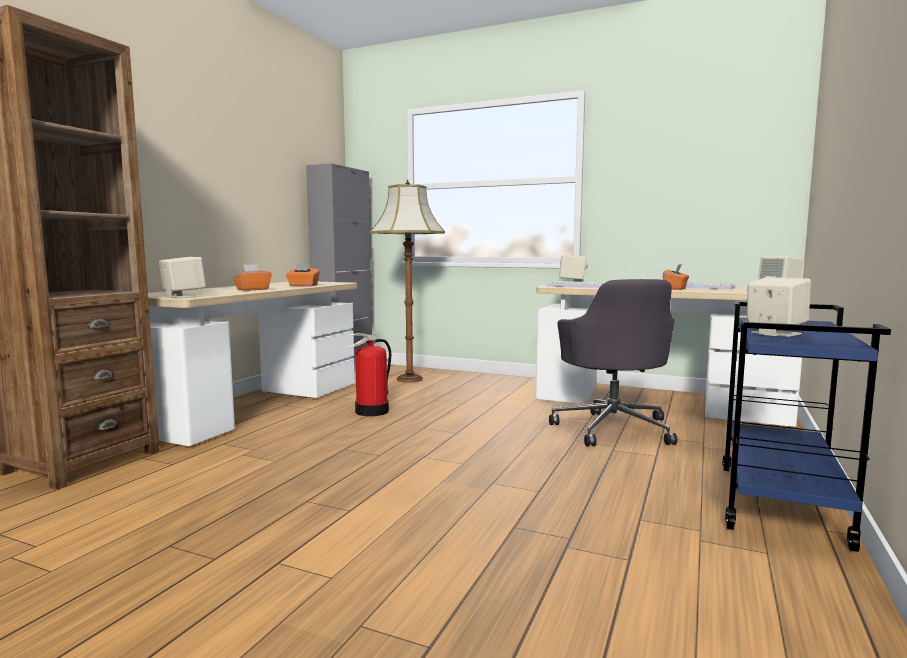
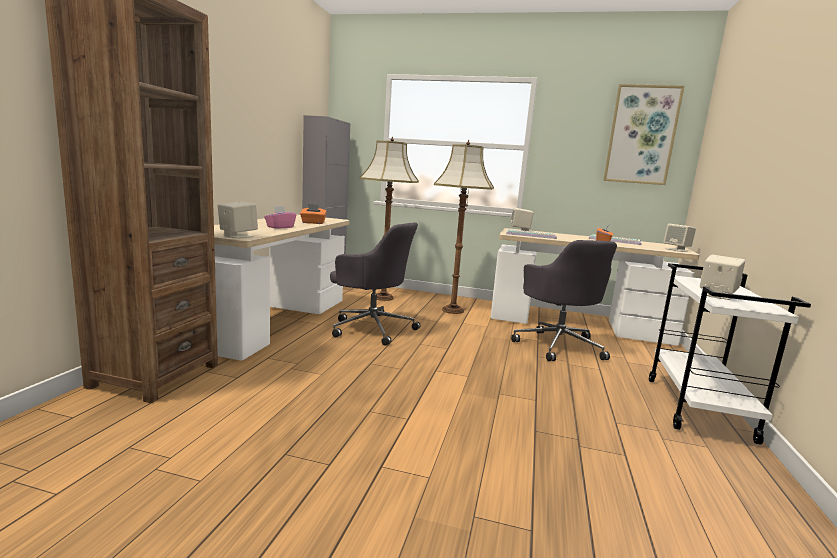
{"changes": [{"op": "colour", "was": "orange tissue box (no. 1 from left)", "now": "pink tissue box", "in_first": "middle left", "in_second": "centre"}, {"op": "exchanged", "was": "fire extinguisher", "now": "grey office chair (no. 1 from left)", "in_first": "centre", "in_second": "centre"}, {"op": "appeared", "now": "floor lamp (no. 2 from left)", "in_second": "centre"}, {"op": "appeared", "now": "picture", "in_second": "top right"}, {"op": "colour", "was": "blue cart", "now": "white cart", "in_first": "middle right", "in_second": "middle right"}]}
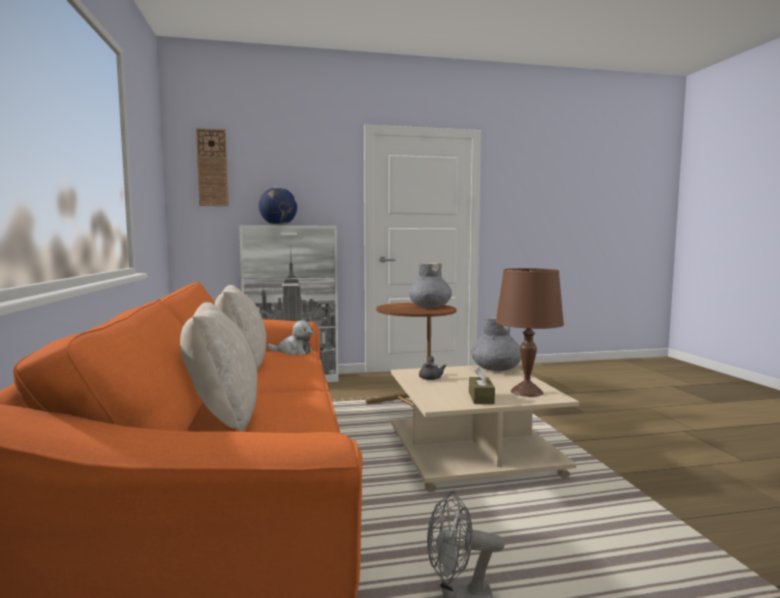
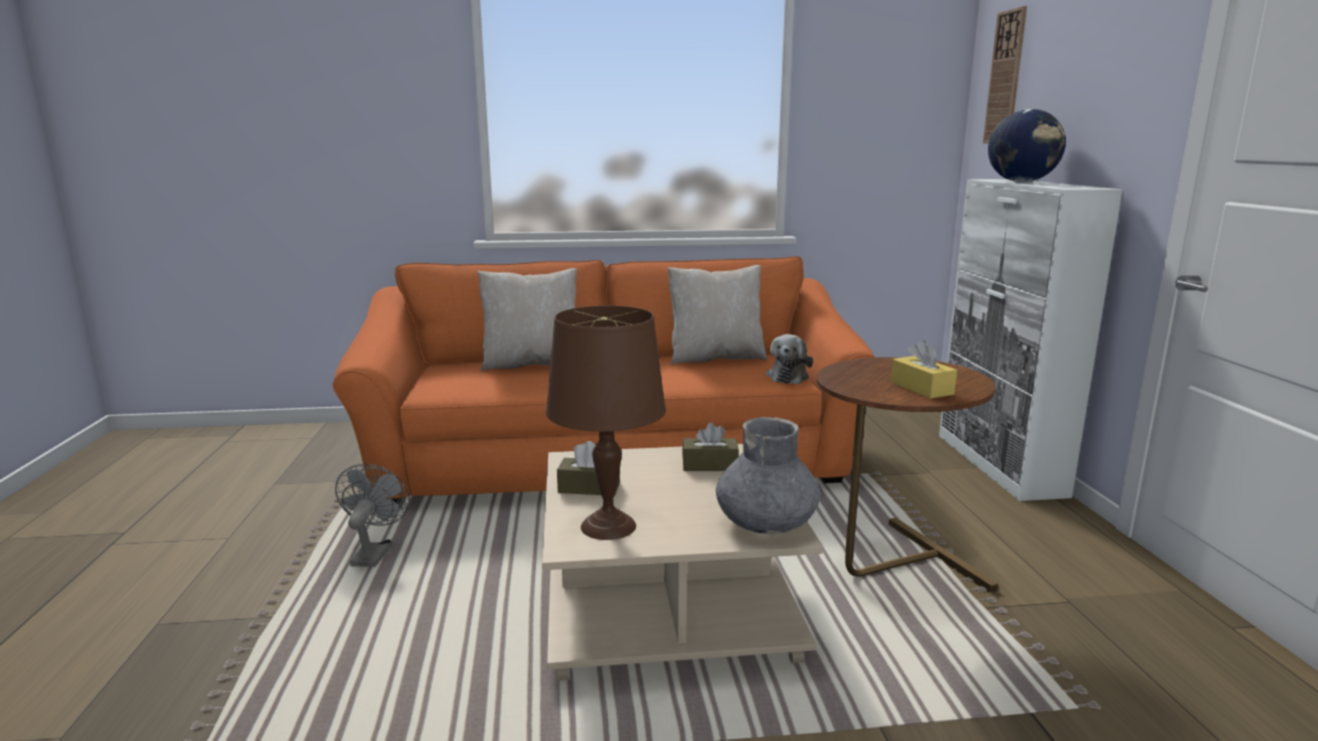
{"changes": [{"op": "exchanged", "was": "grey teapot", "now": "brown tissue box (no. 2 from left)", "in_first": "centre", "in_second": "centre"}, {"op": "exchanged", "was": "grey vase (no. 1 from left)", "now": "yellow tissue box", "in_first": "centre", "in_second": "middle right"}]}
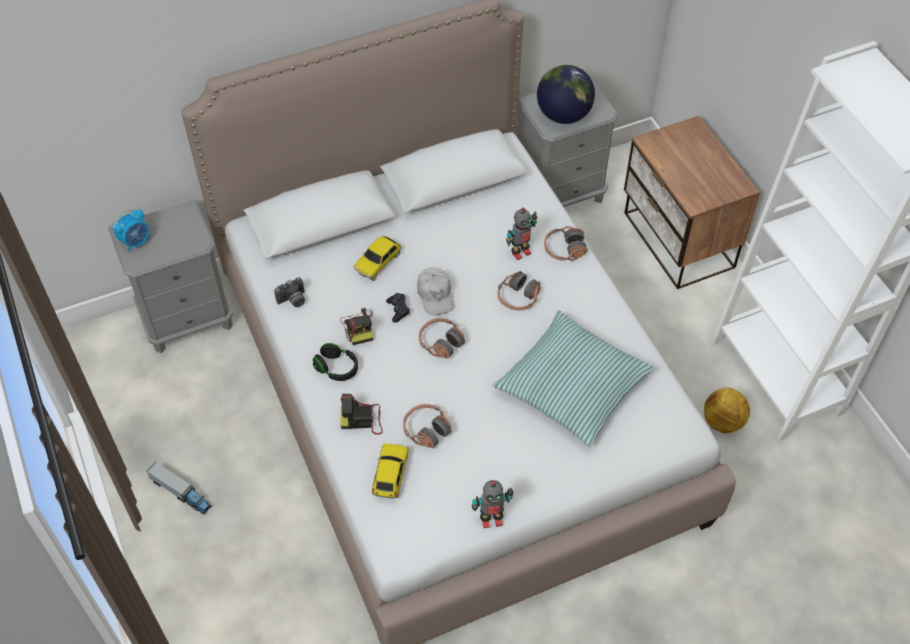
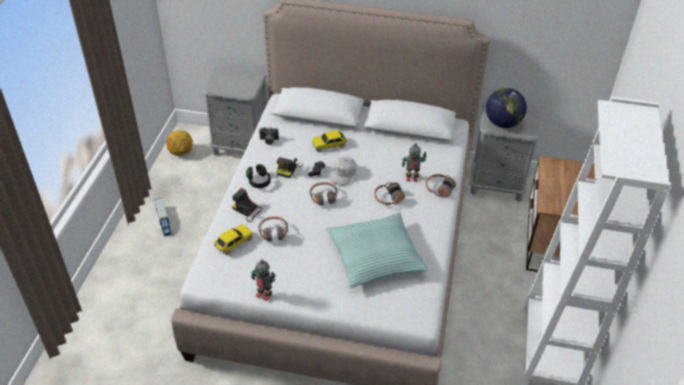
{"changes": [{"op": "relocated", "was": "football", "in_first": "middle right", "in_second": "middle left"}, {"op": "missing", "was": "alarm clock", "in_first": "middle left"}]}
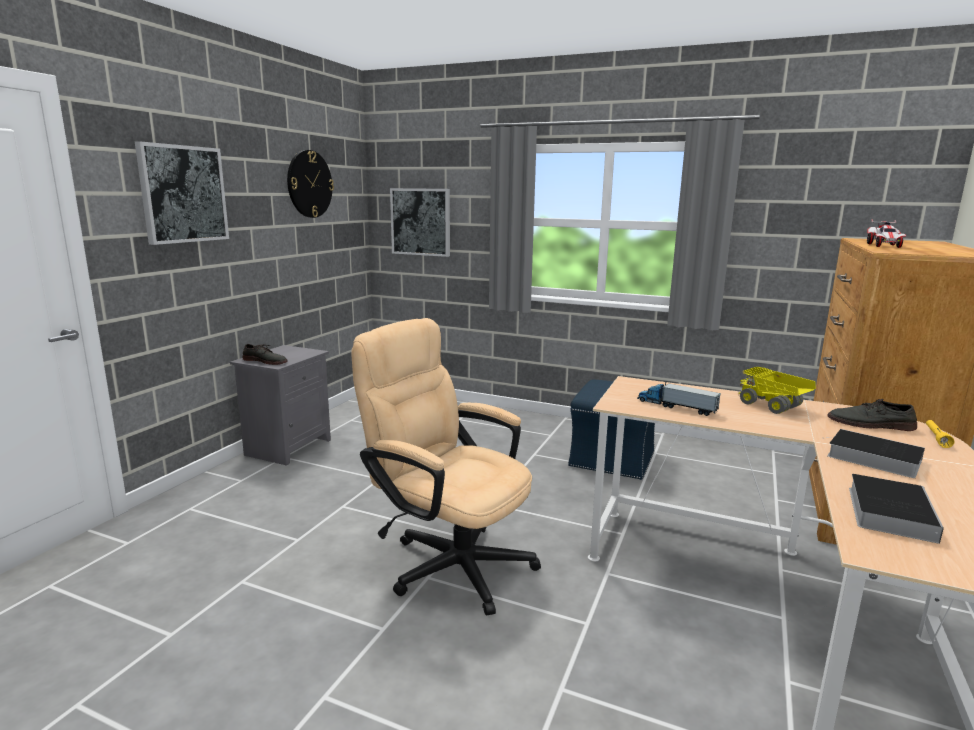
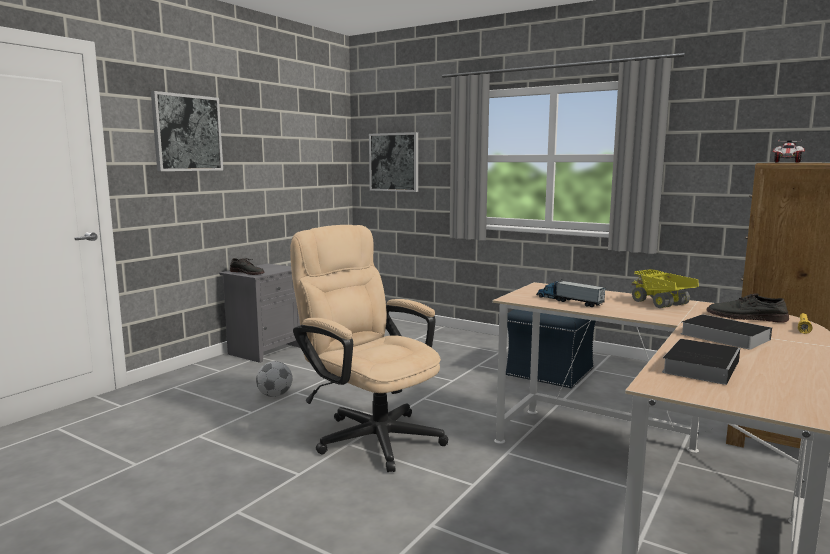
{"changes": [{"op": "appeared", "now": "football", "in_second": "bottom left"}, {"op": "missing", "was": "wall clock", "in_first": "top left"}]}
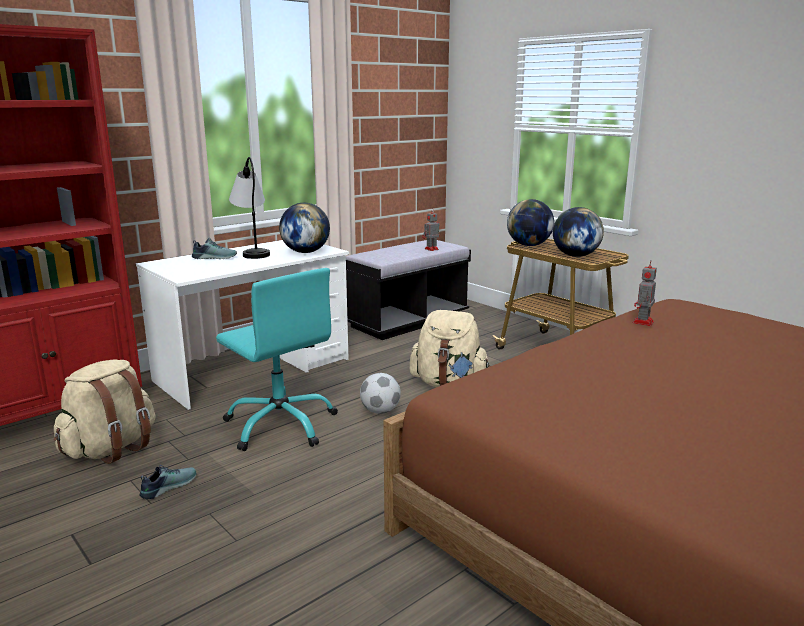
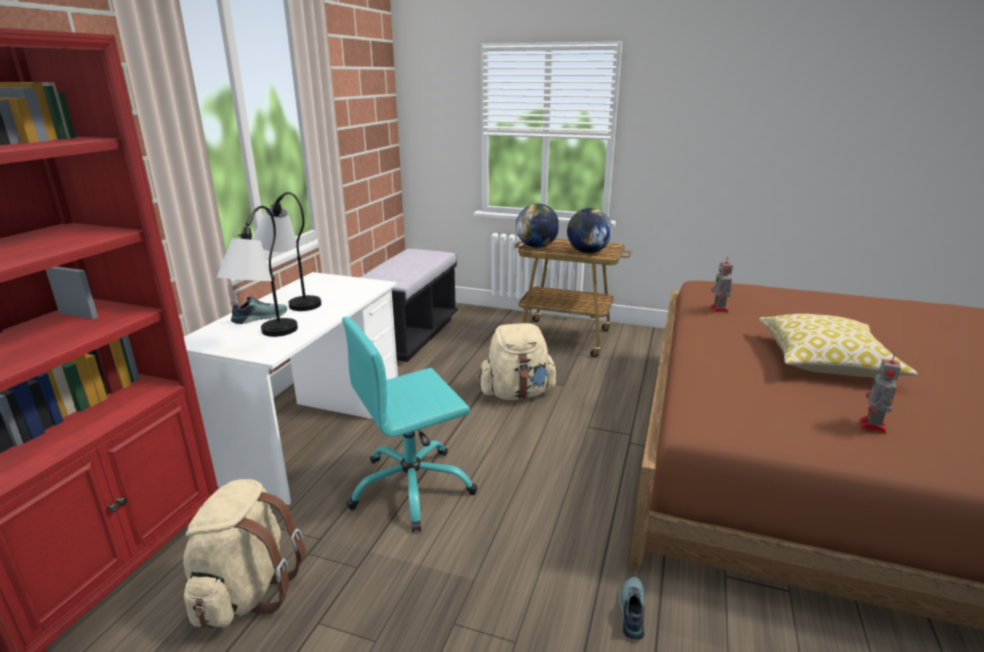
{"changes": [{"op": "appeared", "now": "table lamp (no. 1 from left)", "in_second": "middle left"}, {"op": "spun", "was": "turquoise office chair", "in_first": "centre", "in_second": "centre", "clockwise": 135}, {"op": "relocated", "was": "shoe (no. 1 from left in the first image)", "now": "shoe (no. 2 from left)", "in_first": "bottom left", "in_second": "bottom centre"}, {"op": "appeared", "now": "pillow", "in_second": "middle right"}, {"op": "relocated", "was": "toy robot (no. 1 from left in the first image)", "now": "toy robot (no. 2 from left)", "in_first": "centre", "in_second": "middle right"}, {"op": "missing", "was": "globe (no. 1 from left)", "in_first": "centre"}, {"op": "missing", "was": "football", "in_first": "centre"}]}
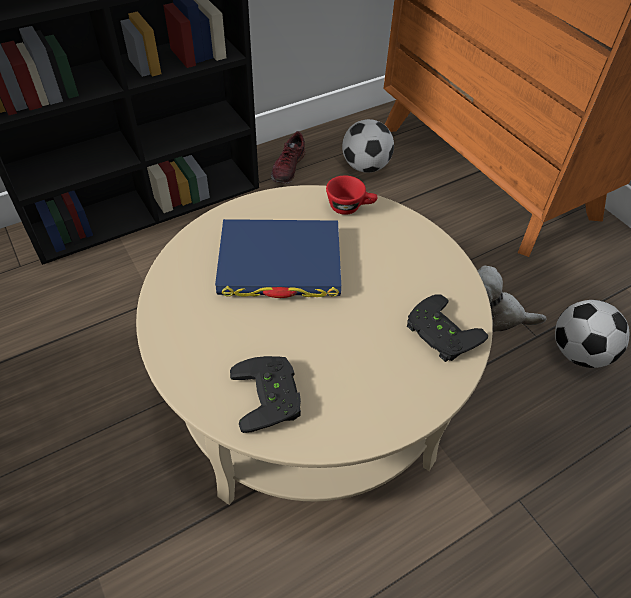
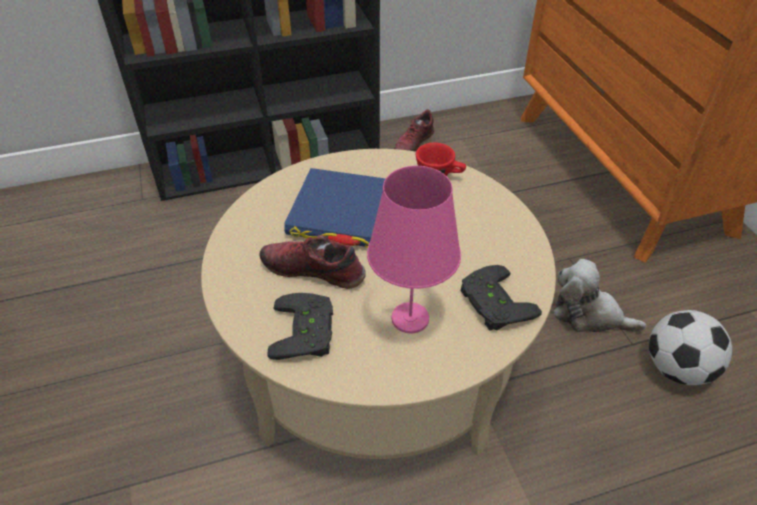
{"changes": [{"op": "appeared", "now": "shoe (no. 1 from left)", "in_second": "centre"}, {"op": "appeared", "now": "pink table lamp", "in_second": "centre"}, {"op": "missing", "was": "football (no. 1 from left)", "in_first": "top centre"}]}
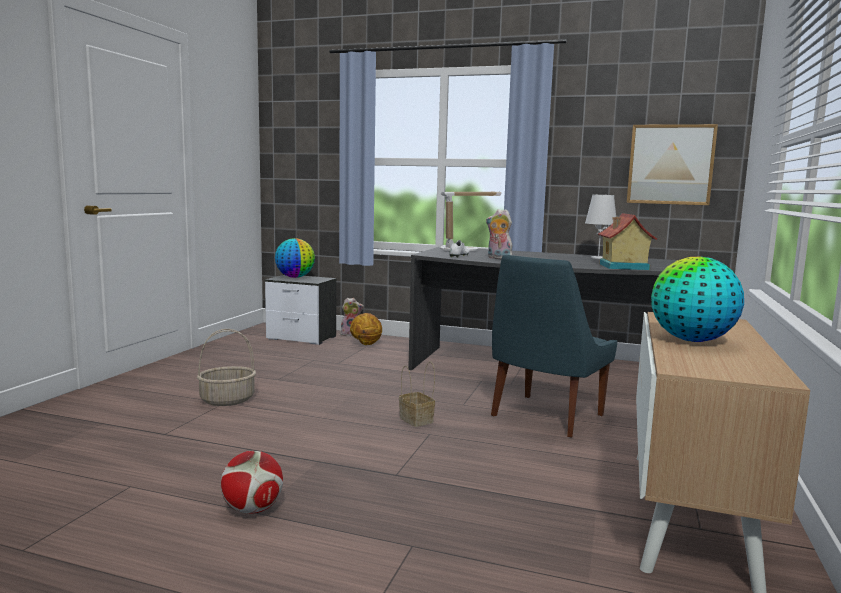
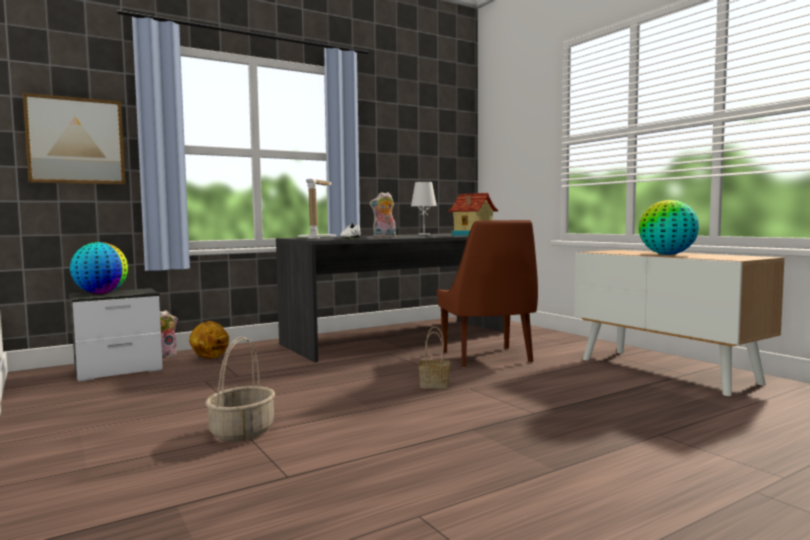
{"changes": [{"op": "relocated", "was": "picture", "in_first": "top right", "in_second": "top left"}, {"op": "colour", "was": "blue chair", "now": "brown chair", "in_first": "centre", "in_second": "centre"}, {"op": "missing", "was": "football", "in_first": "bottom left"}]}
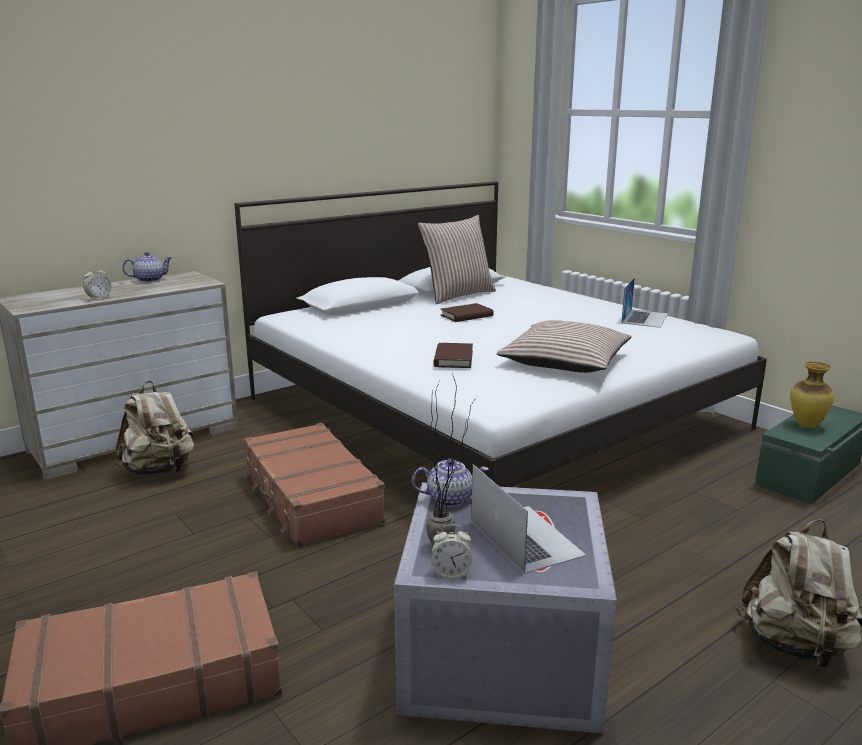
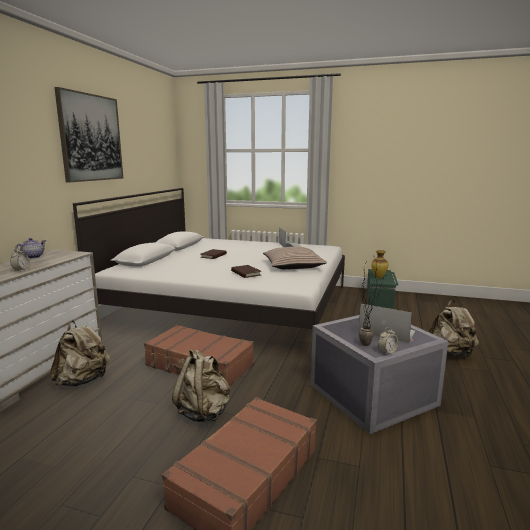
{"changes": [{"op": "appeared", "now": "picture", "in_second": "top left"}, {"op": "appeared", "now": "beige backpack (no. 2 from left)", "in_second": "bottom centre"}, {"op": "missing", "was": "teapot (no. 2 from left)", "in_first": "centre"}, {"op": "missing", "was": "pillow (no. 1 from left)", "in_first": "centre"}]}
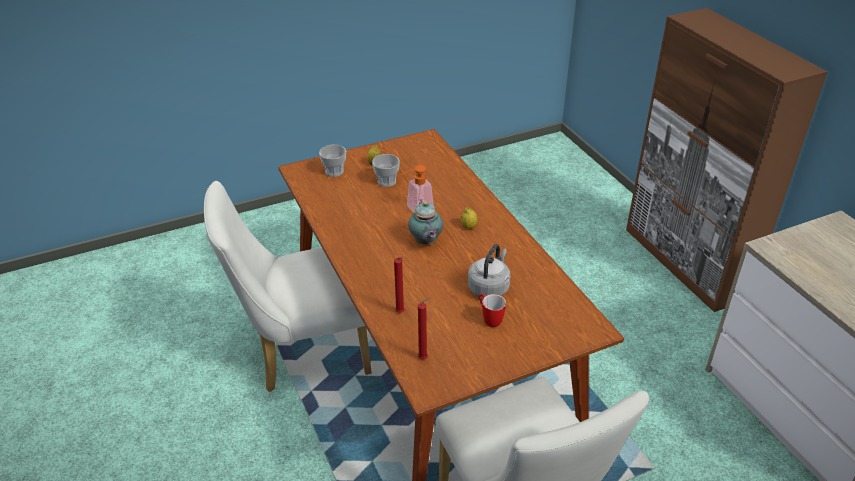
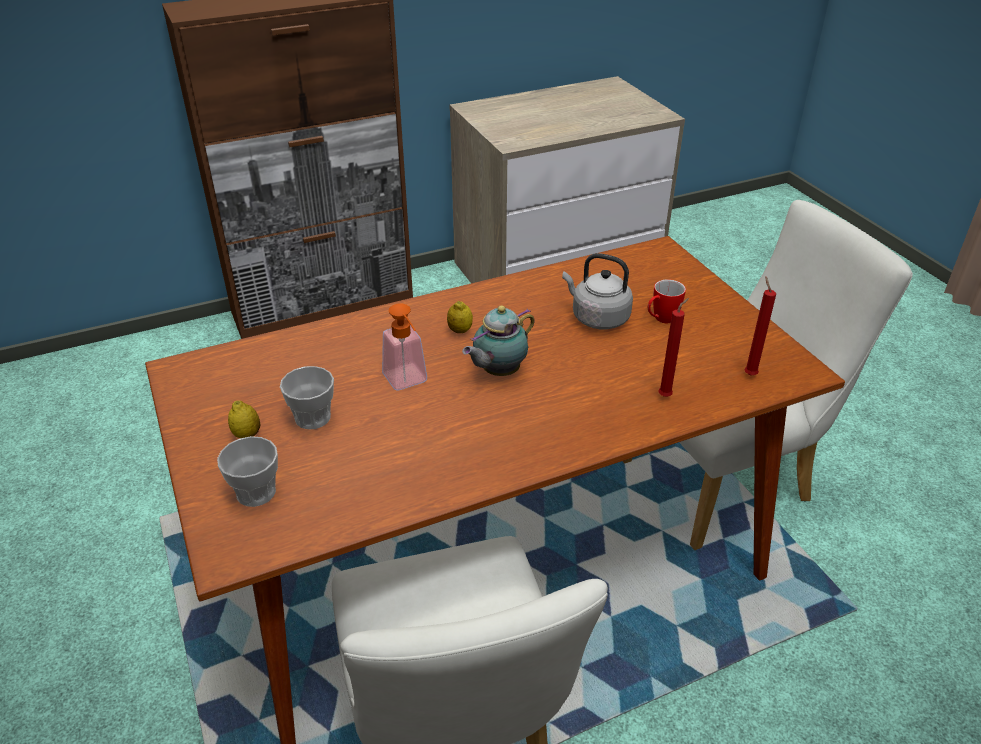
{"changes": [{"op": "spun", "was": "teapot", "in_first": "centre", "in_second": "centre", "clockwise": 150}]}
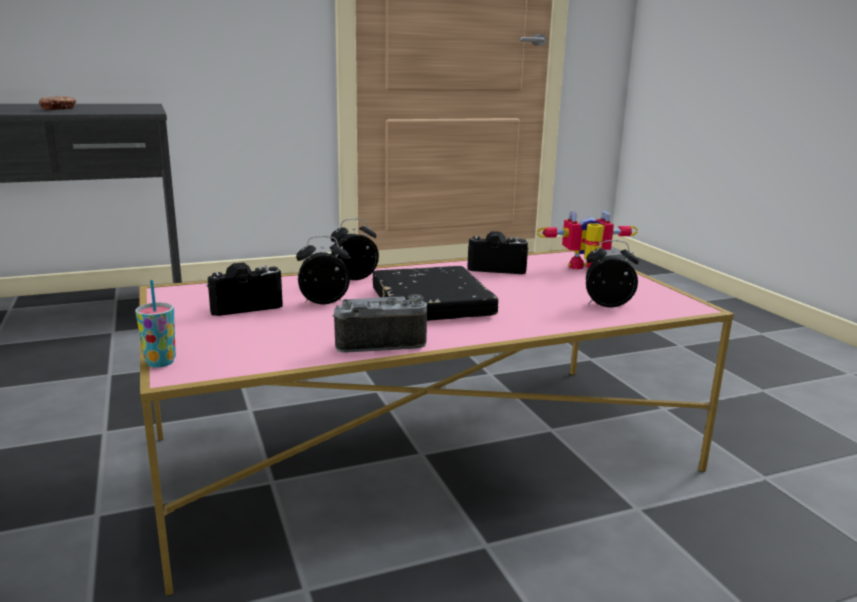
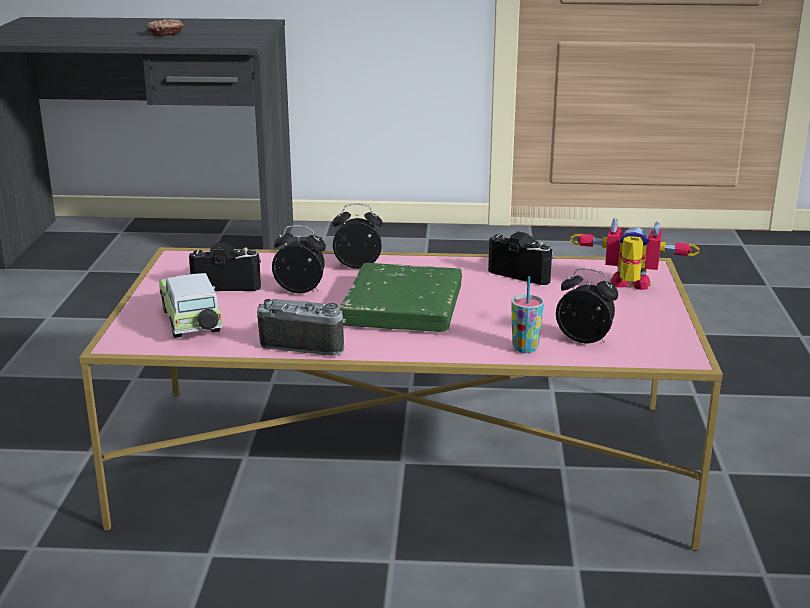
{"changes": [{"op": "appeared", "now": "toy car", "in_second": "middle left"}, {"op": "colour", "was": "black book", "now": "green book", "in_first": "centre", "in_second": "centre"}, {"op": "relocated", "was": "cup", "in_first": "middle left", "in_second": "centre"}]}
